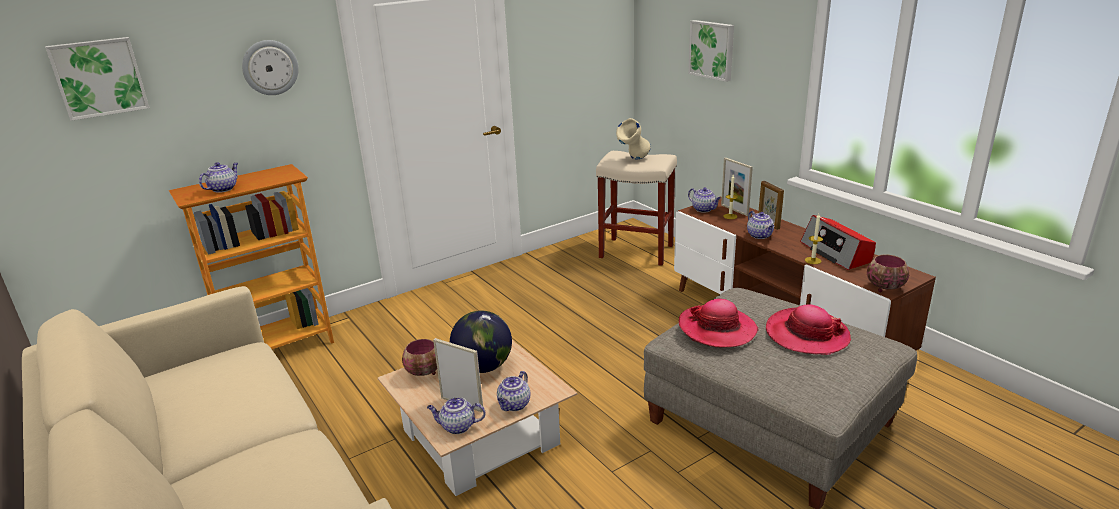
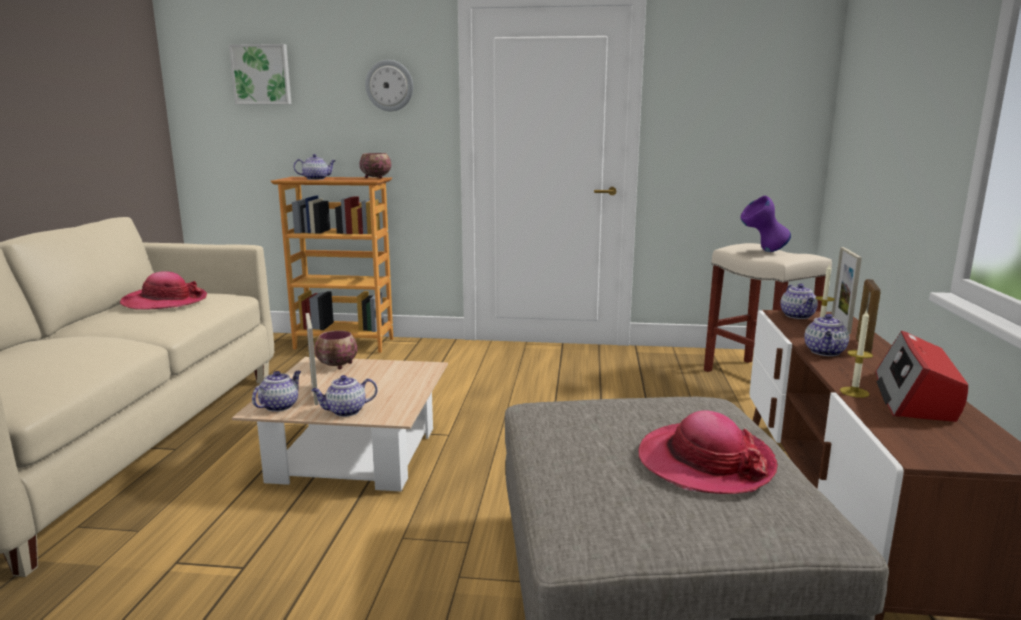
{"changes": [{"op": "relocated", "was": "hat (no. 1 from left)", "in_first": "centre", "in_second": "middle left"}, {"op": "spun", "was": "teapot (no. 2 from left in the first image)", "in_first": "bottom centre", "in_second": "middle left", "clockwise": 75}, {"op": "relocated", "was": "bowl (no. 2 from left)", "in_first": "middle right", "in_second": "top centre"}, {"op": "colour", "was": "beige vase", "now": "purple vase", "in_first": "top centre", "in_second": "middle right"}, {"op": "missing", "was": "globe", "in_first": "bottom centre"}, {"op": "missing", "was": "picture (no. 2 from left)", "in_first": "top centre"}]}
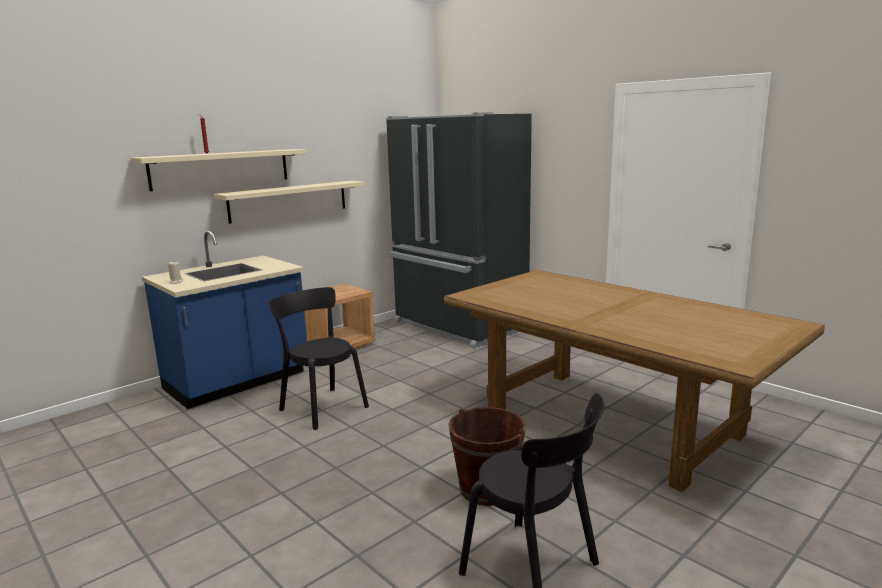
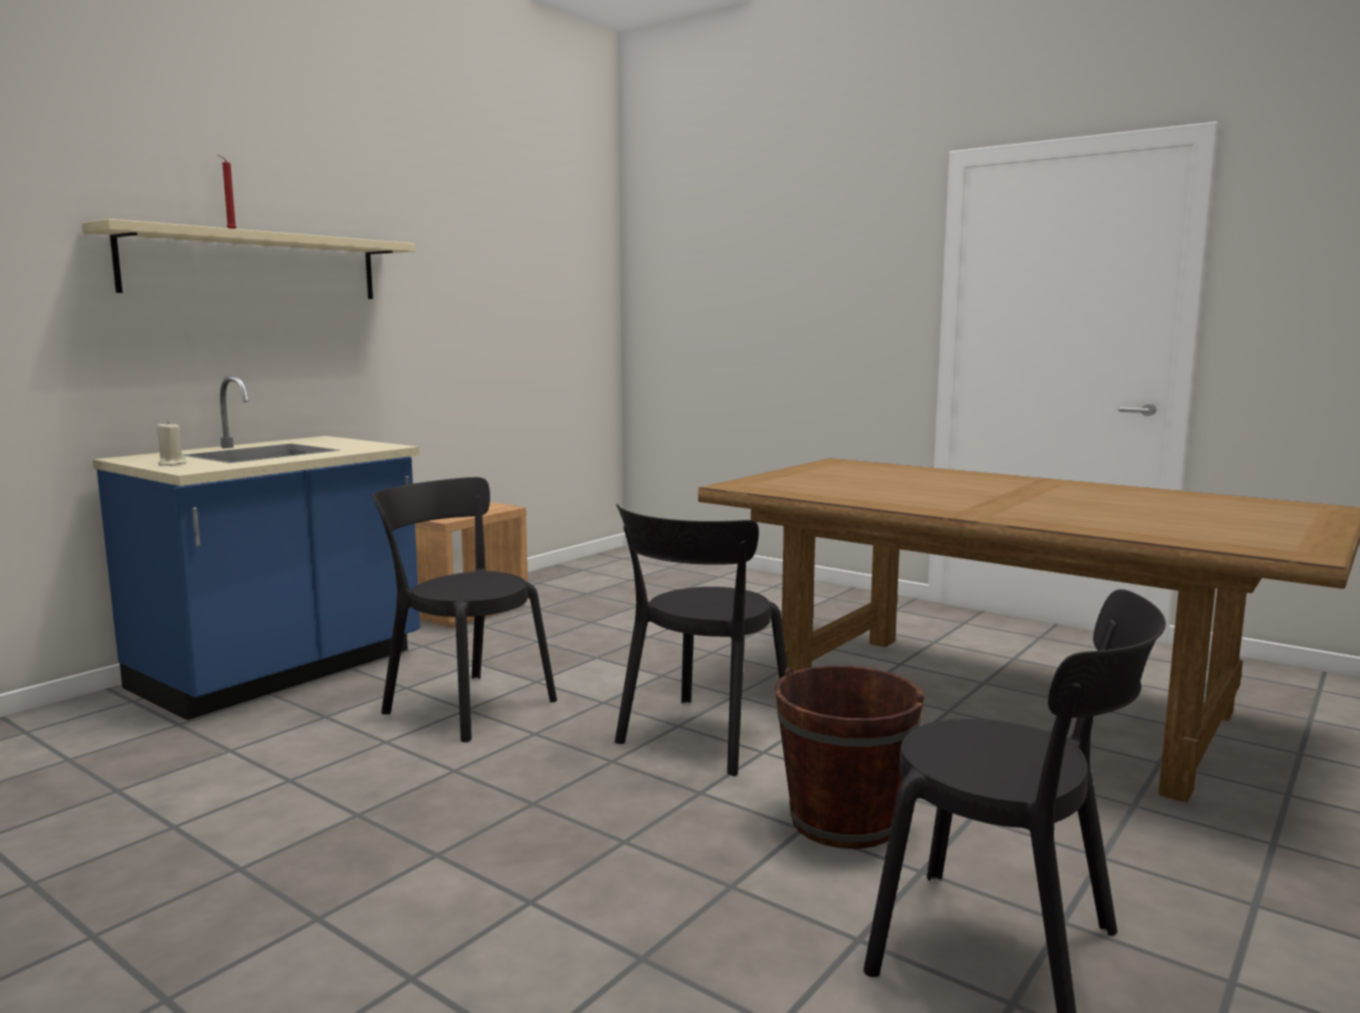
{"changes": [{"op": "appeared", "now": "black chair (no. 2 from left)", "in_second": "centre"}, {"op": "missing", "was": "beige shelf (no. 2 from left)", "in_first": "middle left"}, {"op": "missing", "was": "black fridge", "in_first": "centre"}]}
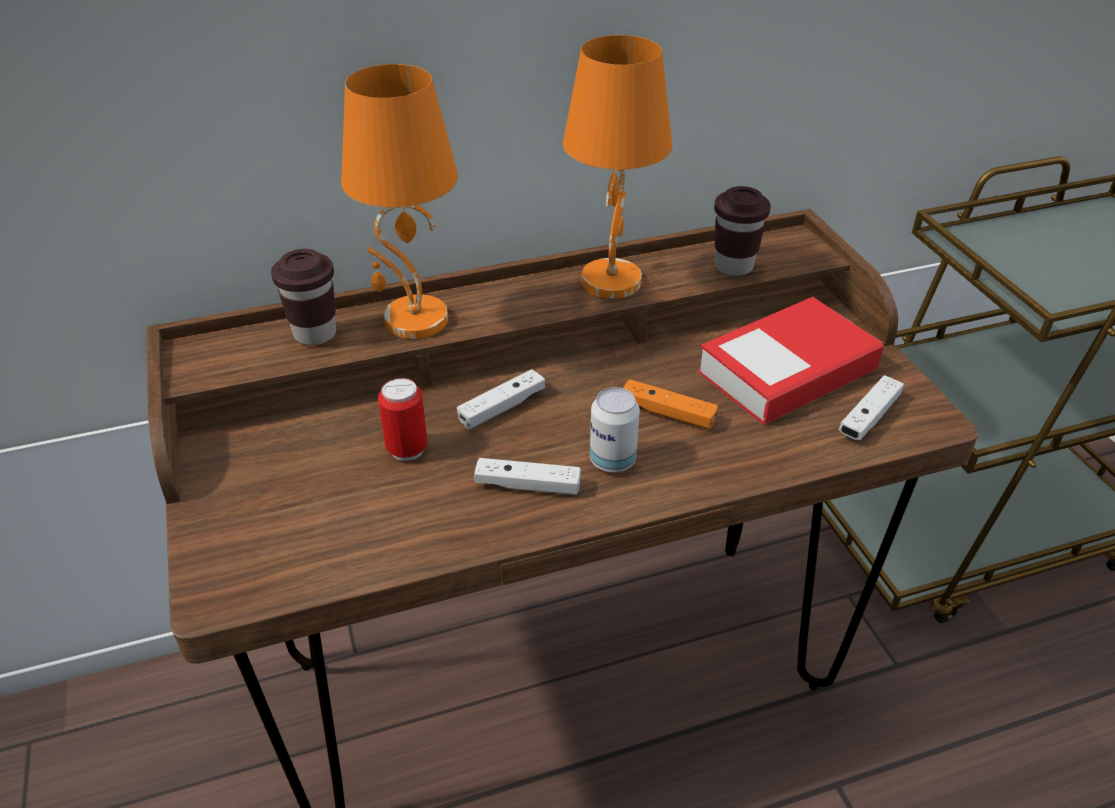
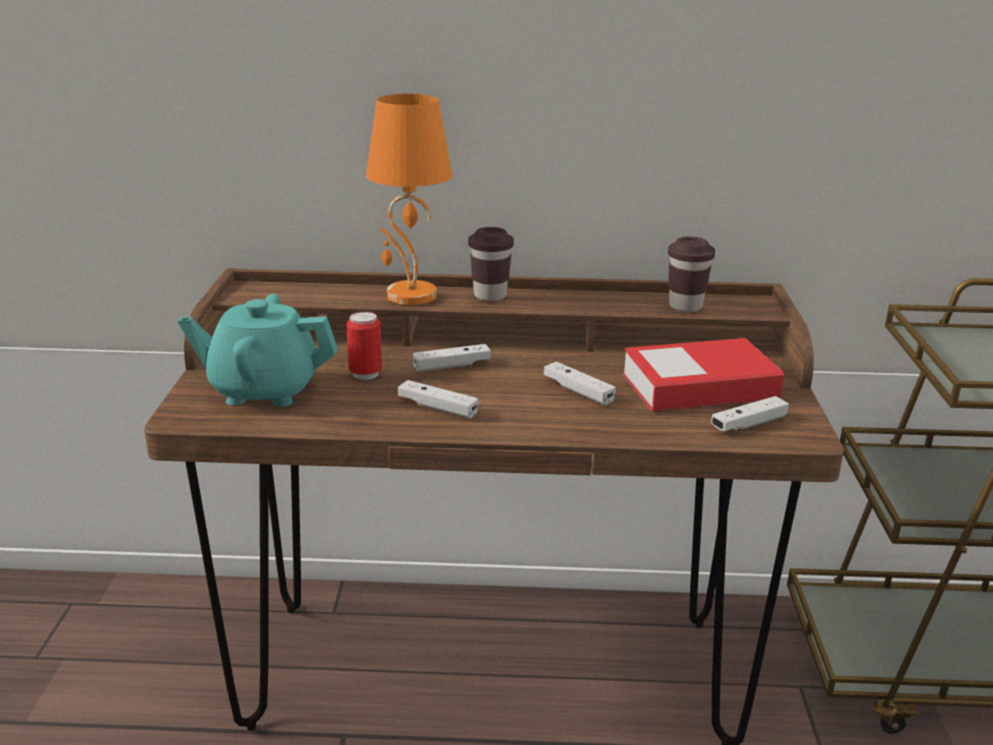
{"changes": [{"op": "appeared", "now": "turquoise teapot", "in_second": "middle left"}, {"op": "relocated", "was": "brown cup (no. 1 from left)", "in_first": "middle left", "in_second": "centre"}, {"op": "colour", "was": "orange game controller", "now": "white game controller (no. 3 from left)", "in_first": "centre", "in_second": "centre"}, {"op": "missing", "was": "orange table lamp (no. 2 from left)", "in_first": "top centre"}, {"op": "missing", "was": "can (no. 2 from left)", "in_first": "centre"}]}
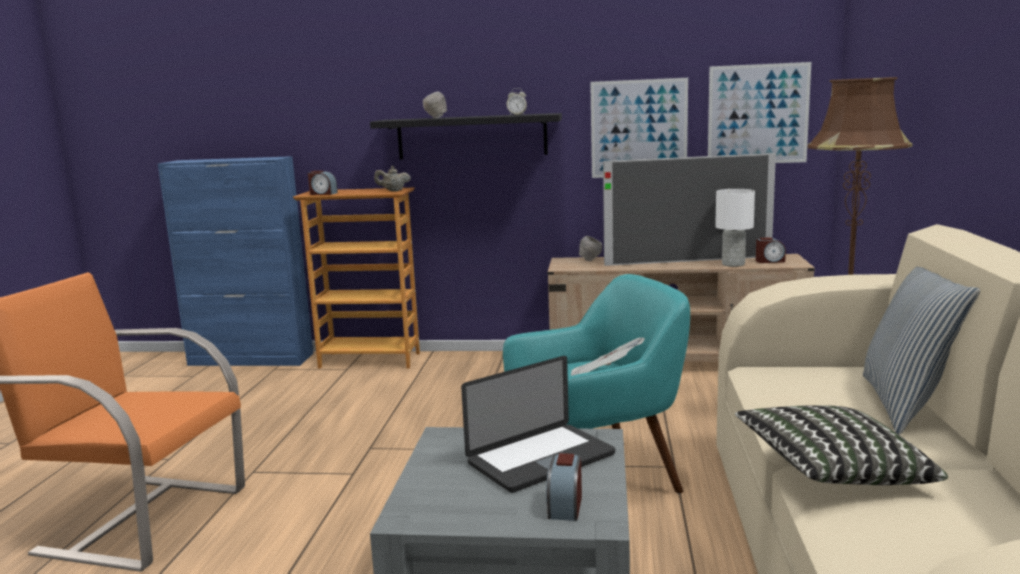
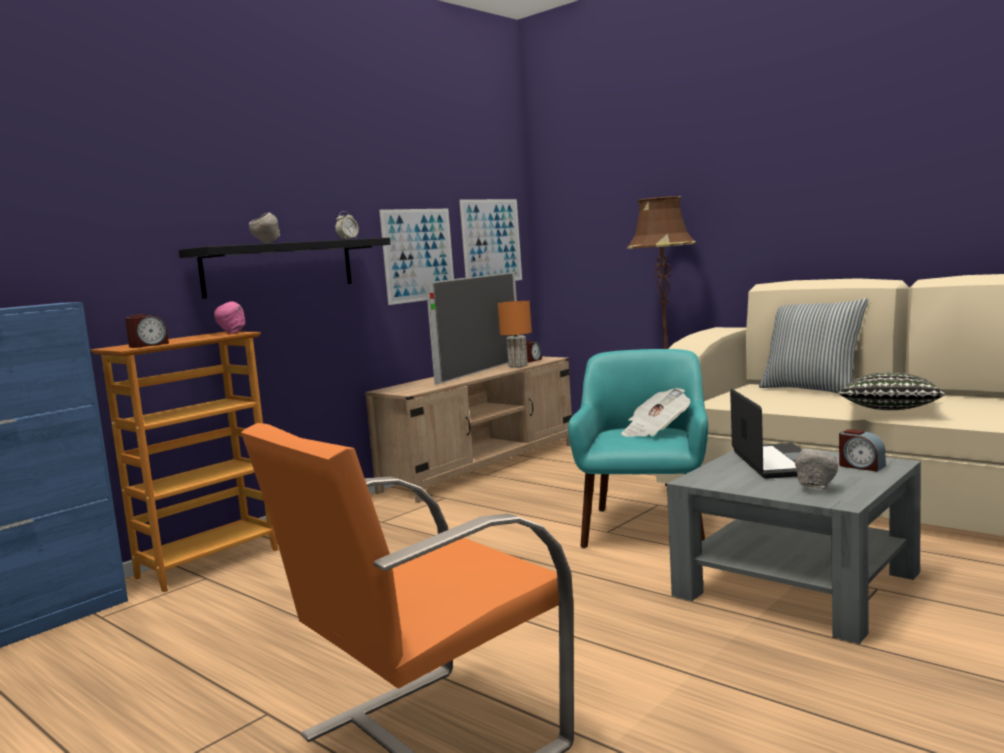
{"changes": [{"op": "exchanged", "was": "beige teapot", "now": "pink bowl", "in_first": "top centre", "in_second": "middle left"}, {"op": "colour", "was": "white table lamp", "now": "orange table lamp", "in_first": "middle right", "in_second": "centre"}, {"op": "relocated", "was": "grey bowl (no. 2 from left)", "in_first": "centre", "in_second": "middle right"}]}
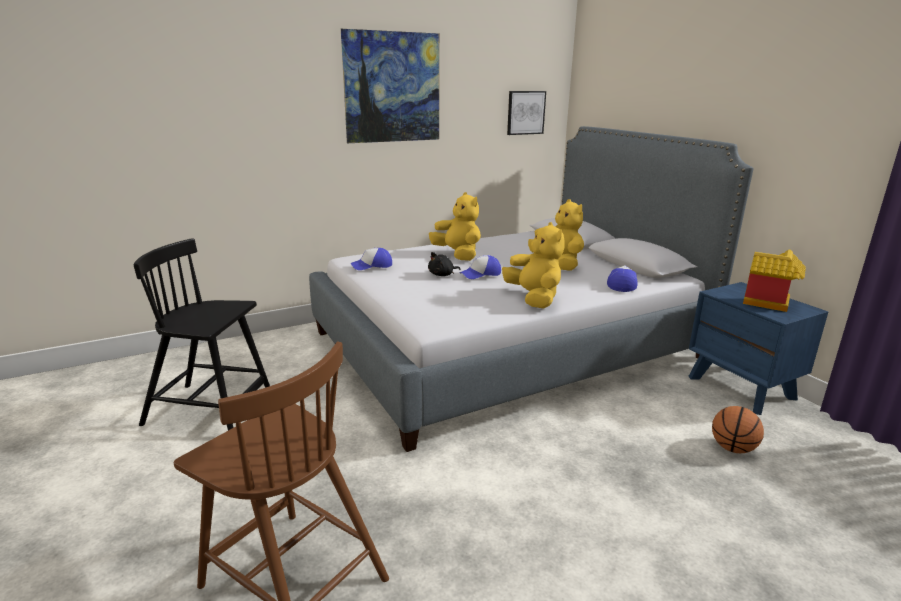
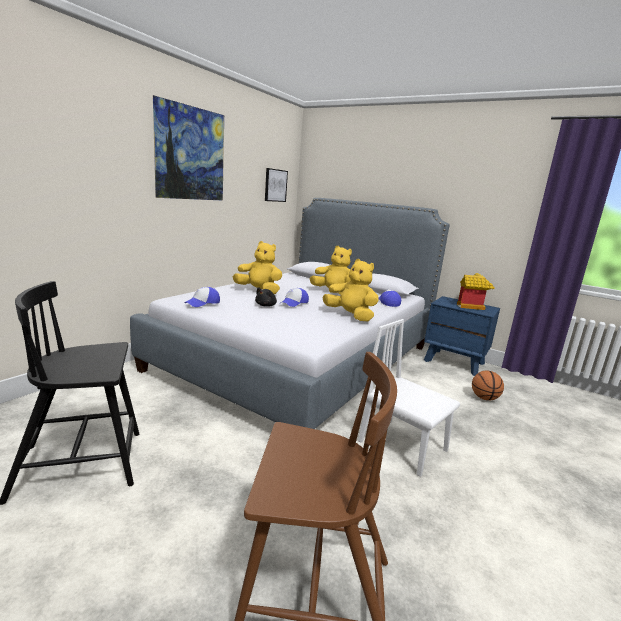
{"changes": [{"op": "appeared", "now": "white chair", "in_second": "centre"}]}
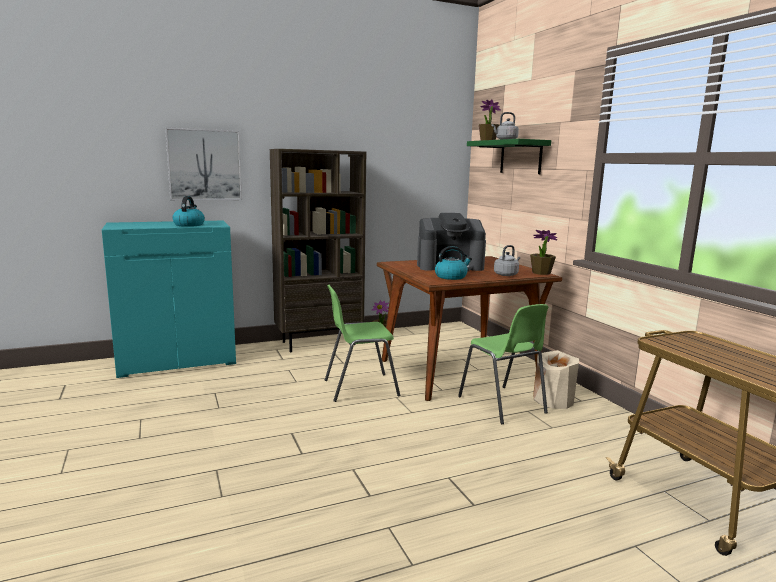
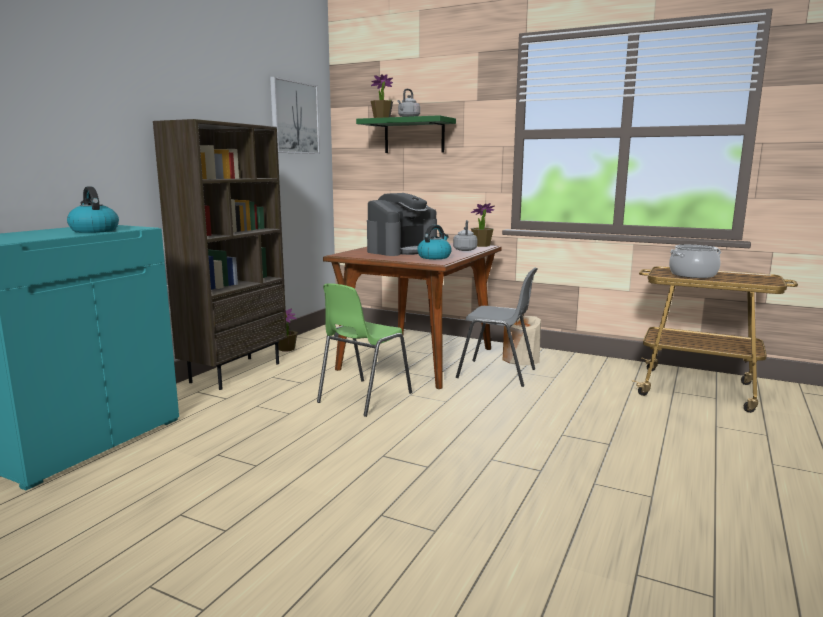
{"changes": [{"op": "relocated", "was": "picture", "in_first": "top left", "in_second": "top centre"}, {"op": "colour", "was": "green chair (no. 2 from left)", "now": "grey chair", "in_first": "centre", "in_second": "centre"}, {"op": "appeared", "now": "cooking pot", "in_second": "middle right"}]}
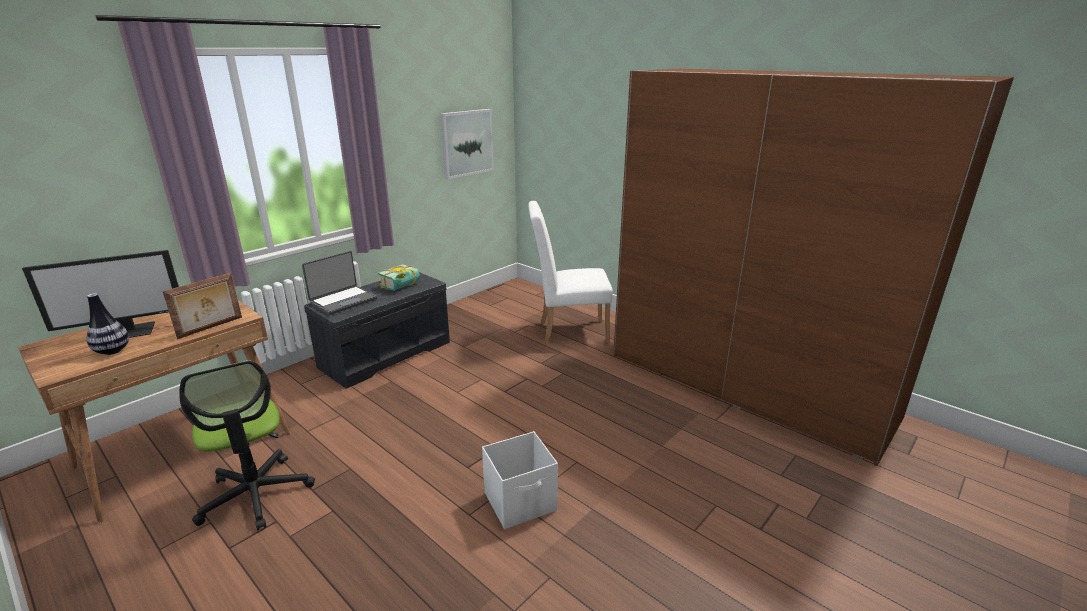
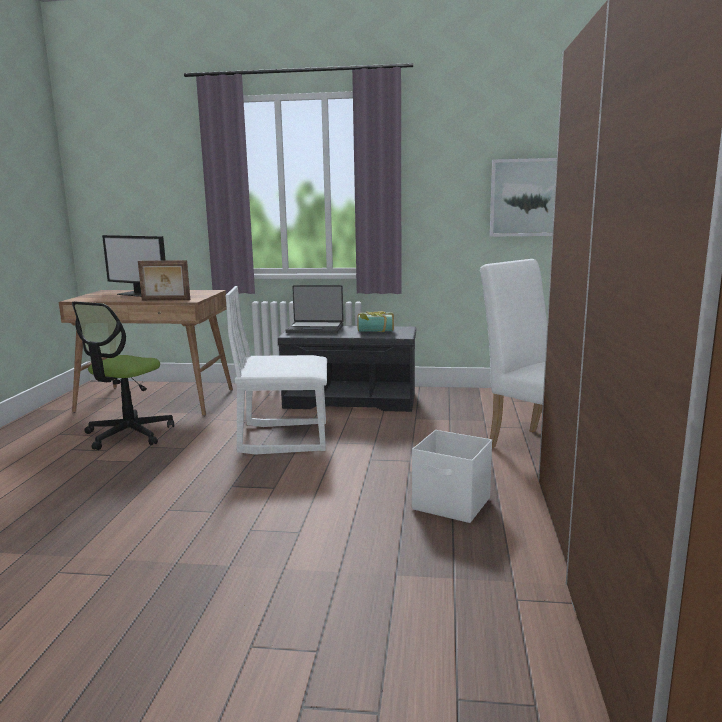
{"changes": [{"op": "appeared", "now": "white chair (no. 1 from left)", "in_second": "centre"}, {"op": "relocated", "was": "white storage box", "in_first": "bottom centre", "in_second": "centre"}, {"op": "missing", "was": "vase", "in_first": "middle left"}]}
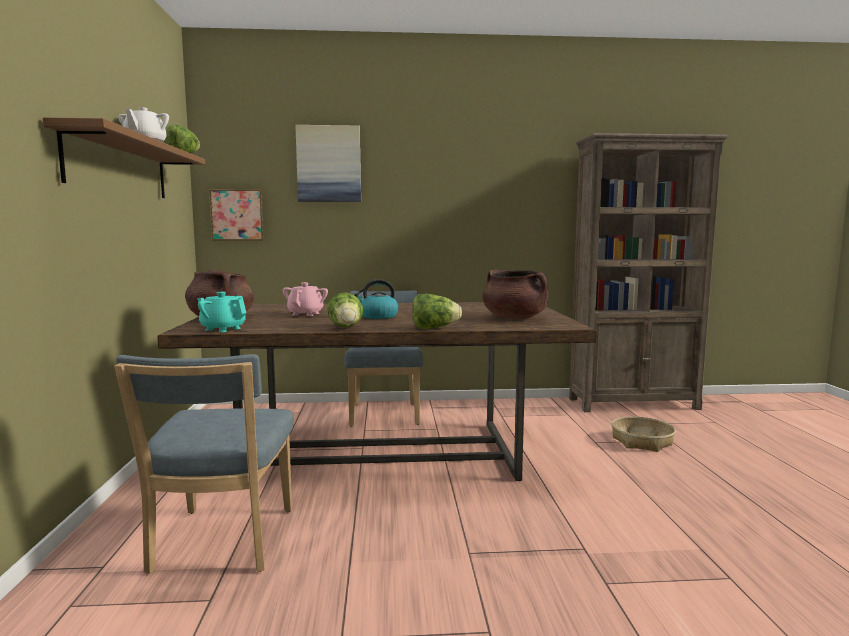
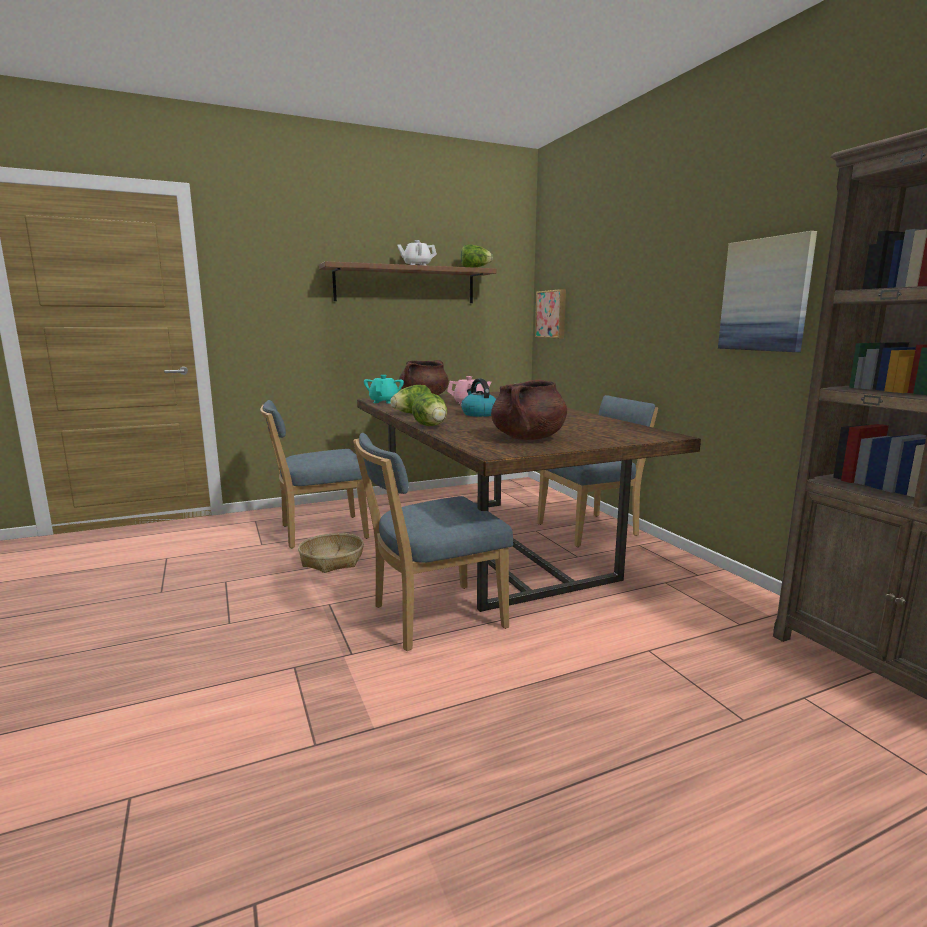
{"changes": [{"op": "relocated", "was": "basket", "in_first": "bottom right", "in_second": "centre"}, {"op": "appeared", "now": "blue chair (no. 2 from left)", "in_second": "centre"}, {"op": "relocated", "was": "picture (no. 2 from left)", "in_first": "top centre", "in_second": "top right"}]}
